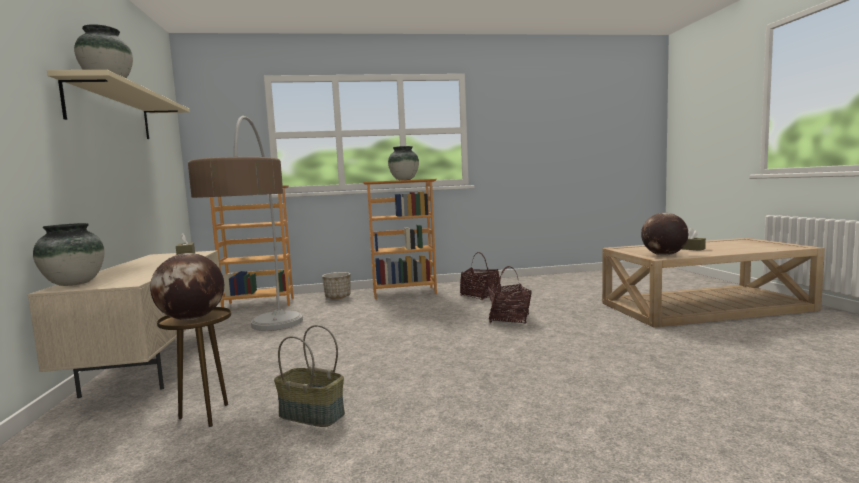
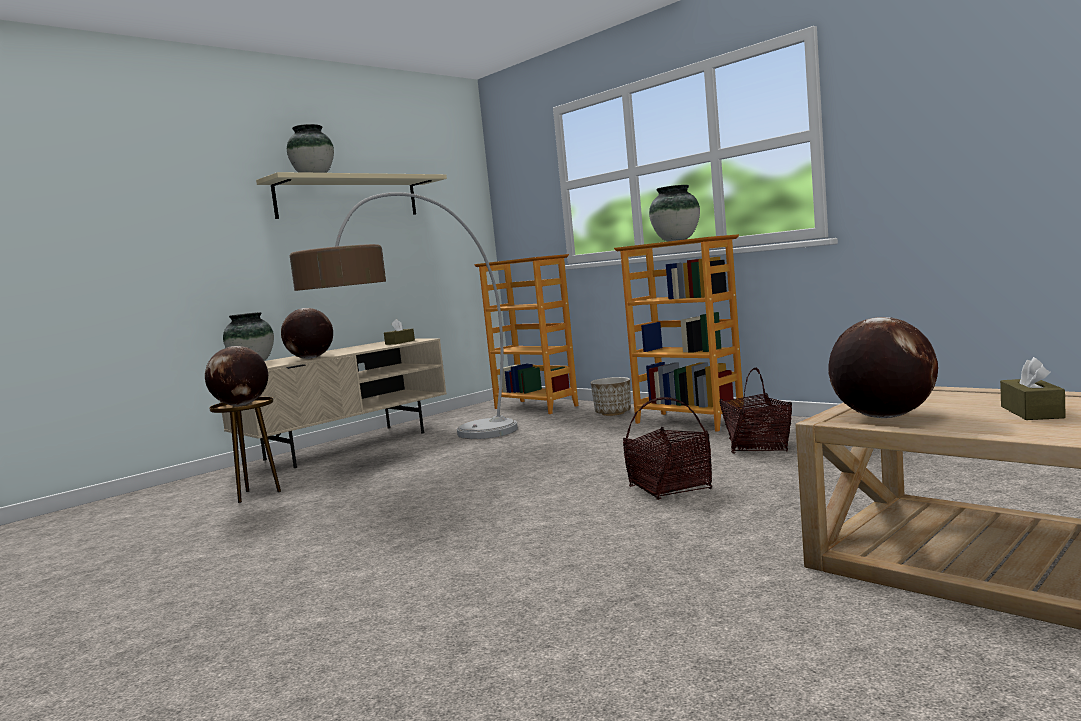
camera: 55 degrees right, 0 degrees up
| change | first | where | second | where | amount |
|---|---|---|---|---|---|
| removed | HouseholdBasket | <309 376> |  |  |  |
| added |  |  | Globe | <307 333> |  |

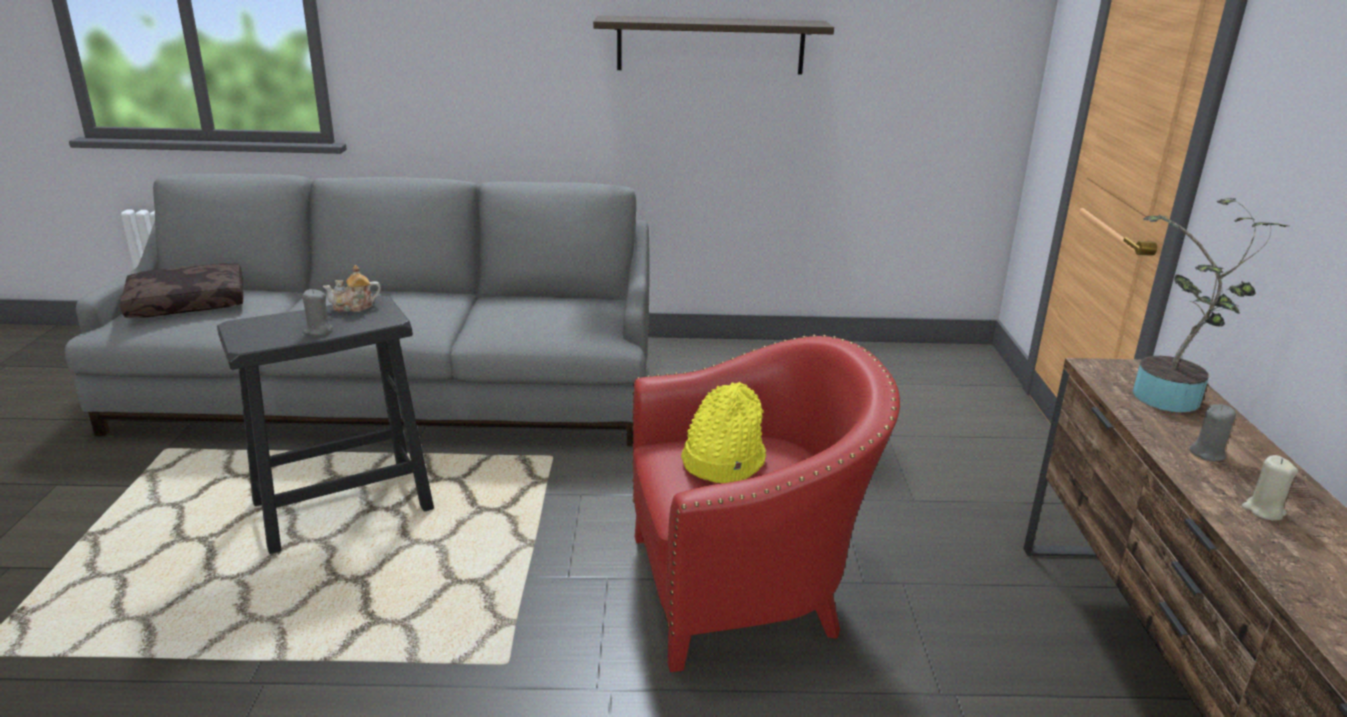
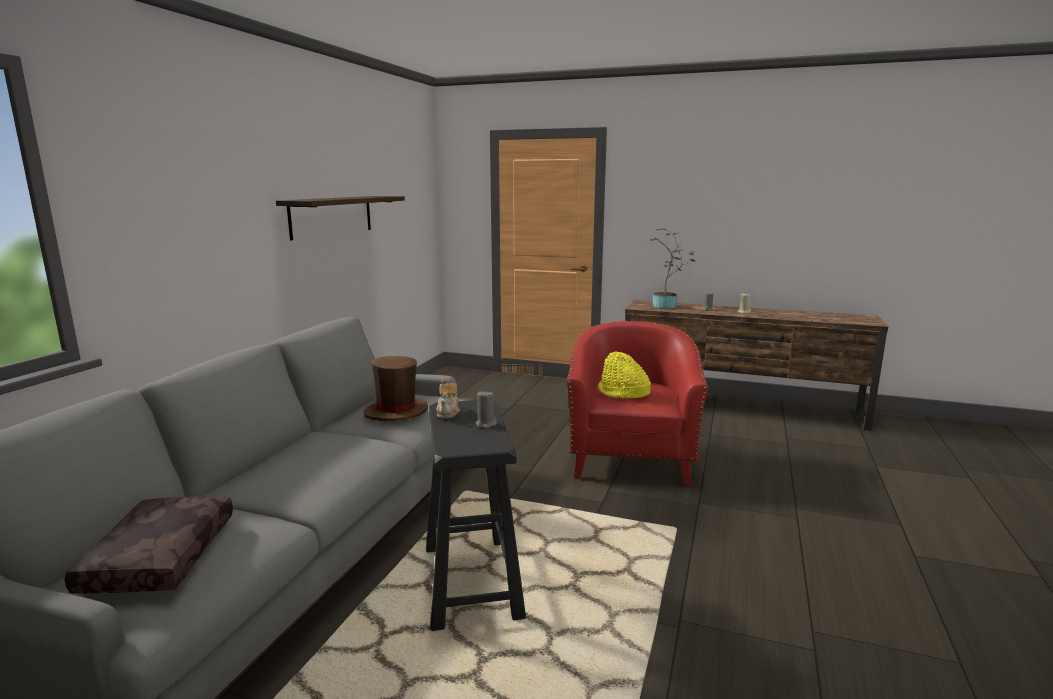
camera: 70 degrees left, 10 degrees down
| change | first | where | second | where | amount |
|---|---|---|---|---|---|
| added |  |  | BrownColouredClothingHat | <396 388> |  |

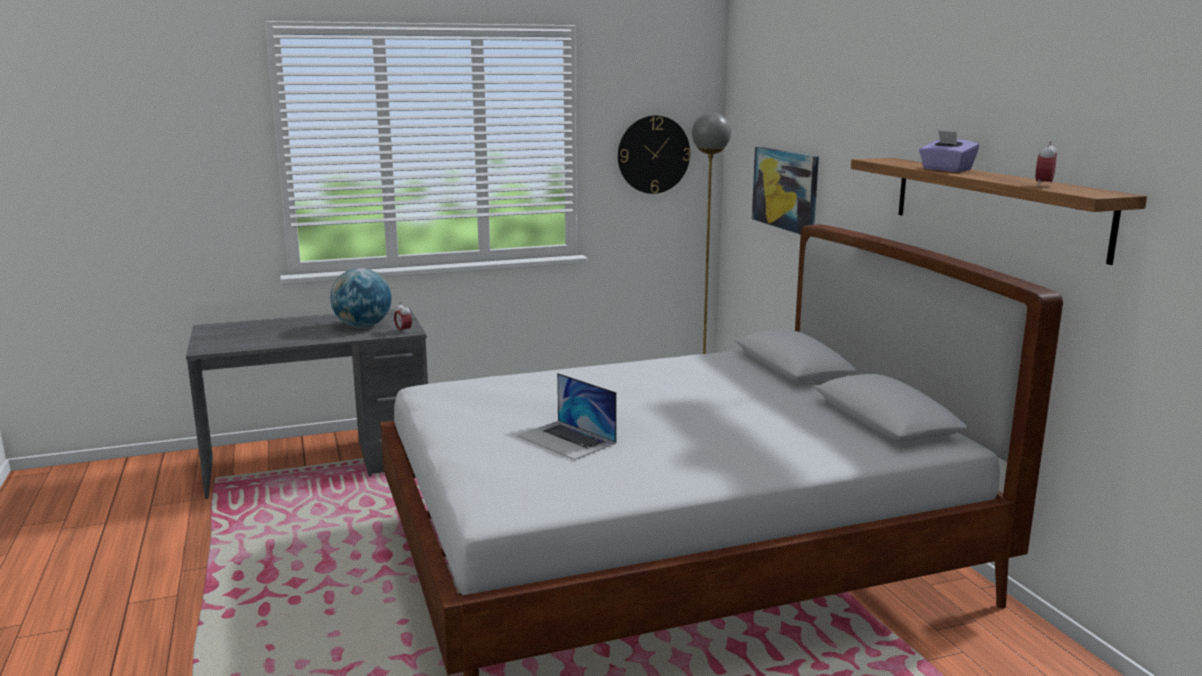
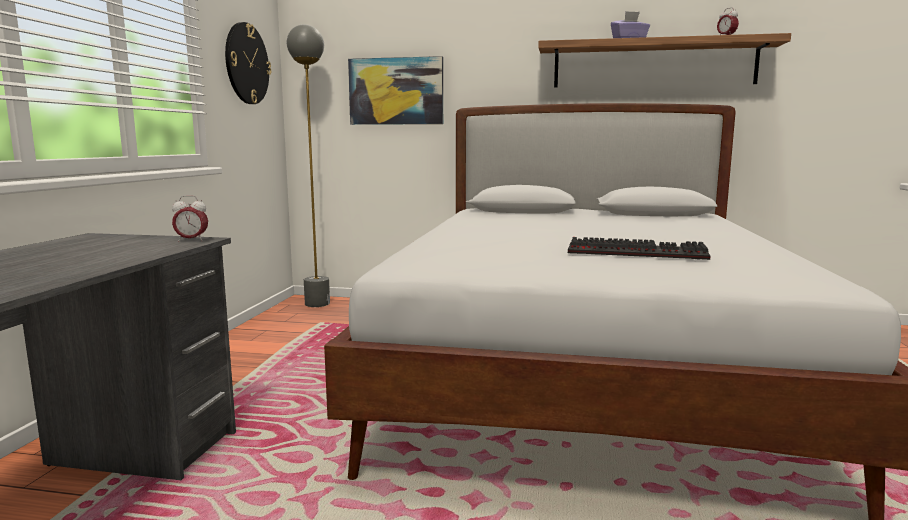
camera: 60 degrees left, 5 degrees down
| change | first | where | second | where | amount |
|---|---|---|---|---|---|
| removed | Globe | <360 298> |  |  |  |
| replaced | NotebookComputer | <567 416> | PcKeyboard | <639 248> |  |

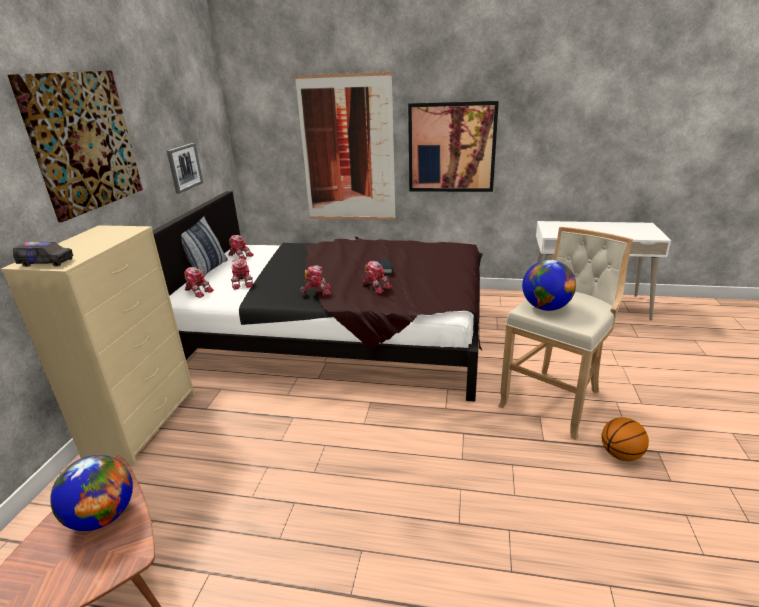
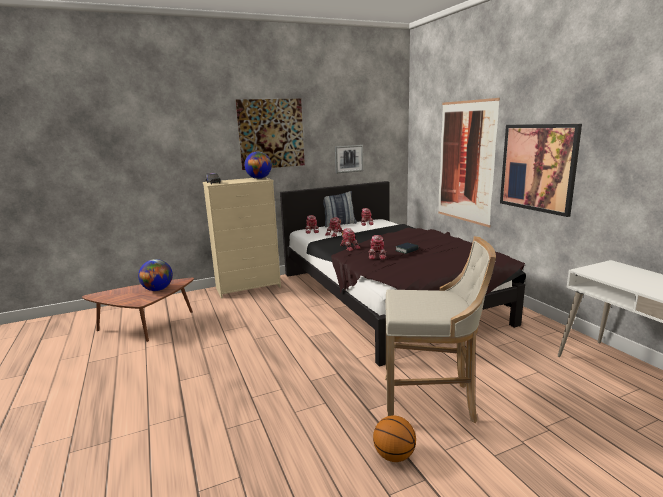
camera: 55 degrees right, 10 degrees down
| change | first | where | second | where | amount |
|---|---|---|---|---|---|
| moved | Globe | <549 285> |  | <258 165> |  |

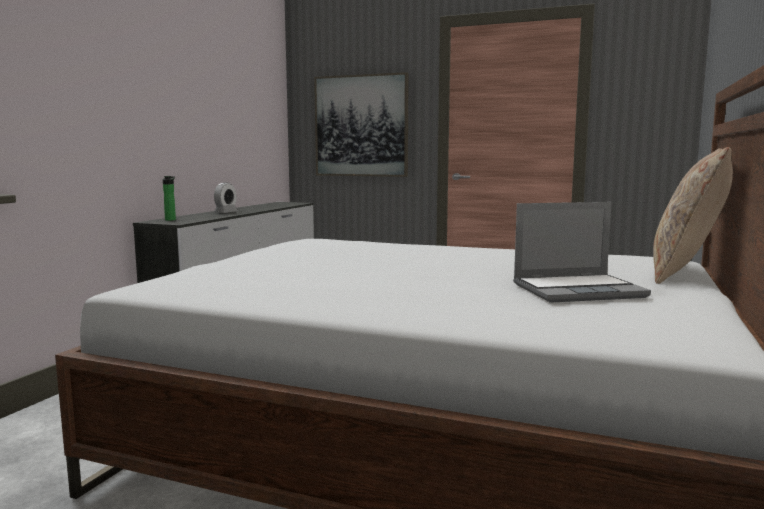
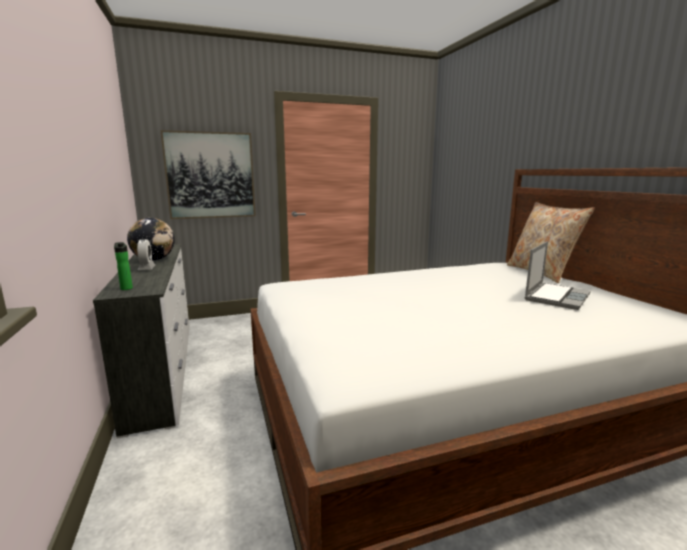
camera: 40 degrees left, 5 degrees up
| change | first | where | second | where | amount |
|---|---|---|---|---|---|
| added |  |  | Globe | <151 239> |  |

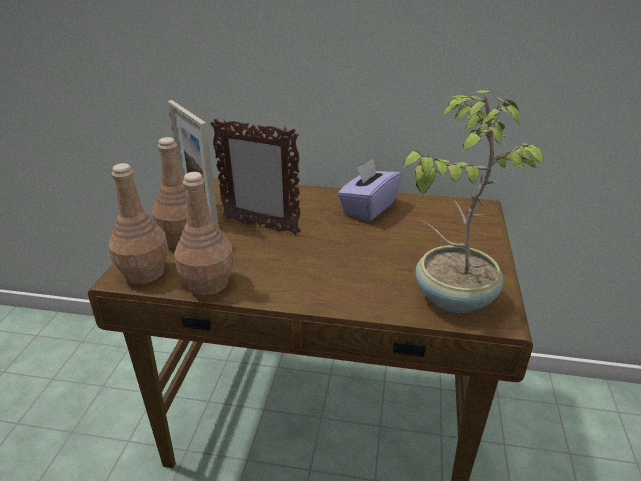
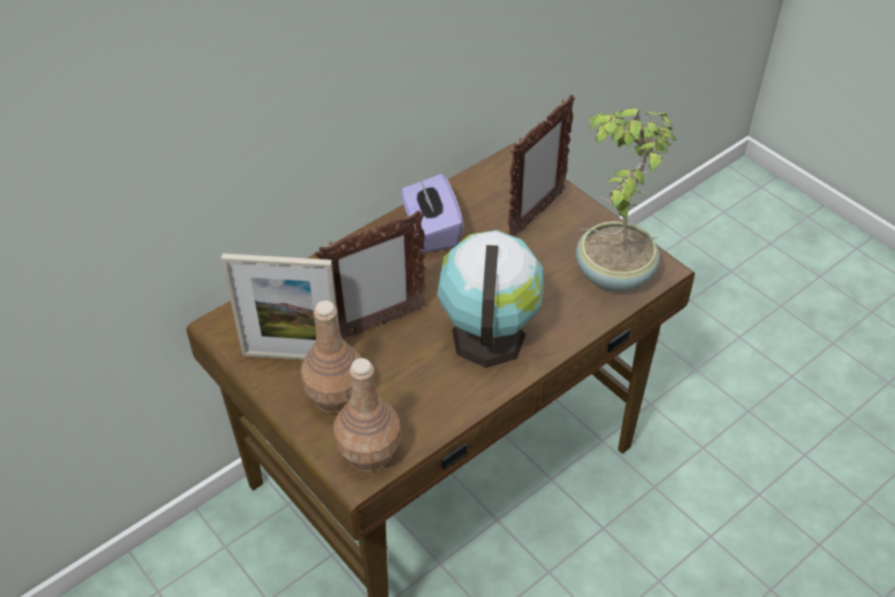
camera: 50 degrees left, 15 degrees up
| change | first | where | second | where | amount |
|---|---|---|---|---|---|
| removed | BrownColouredBeverageBottle | <204 233> |  |  |  |
| added |  |  | Globe | <490 299> |  |
| added |  |  | PhotoFrame | <541 166> |  |

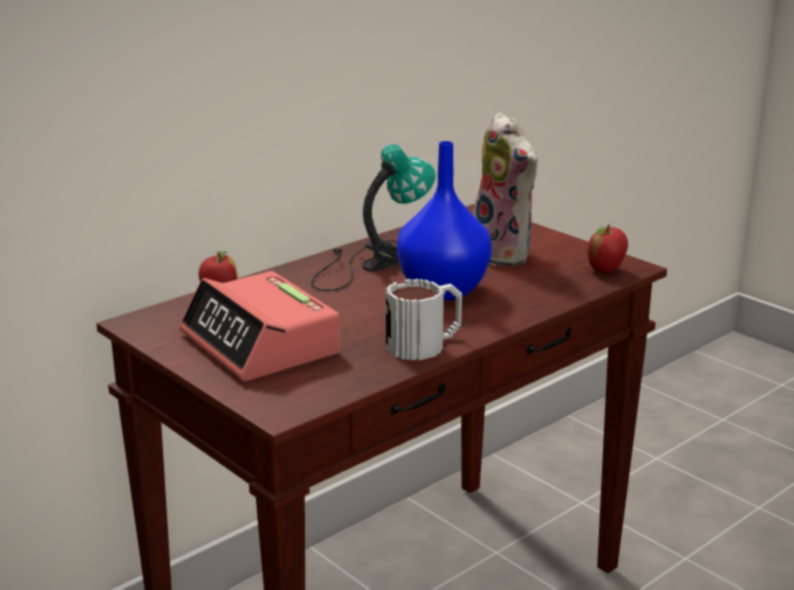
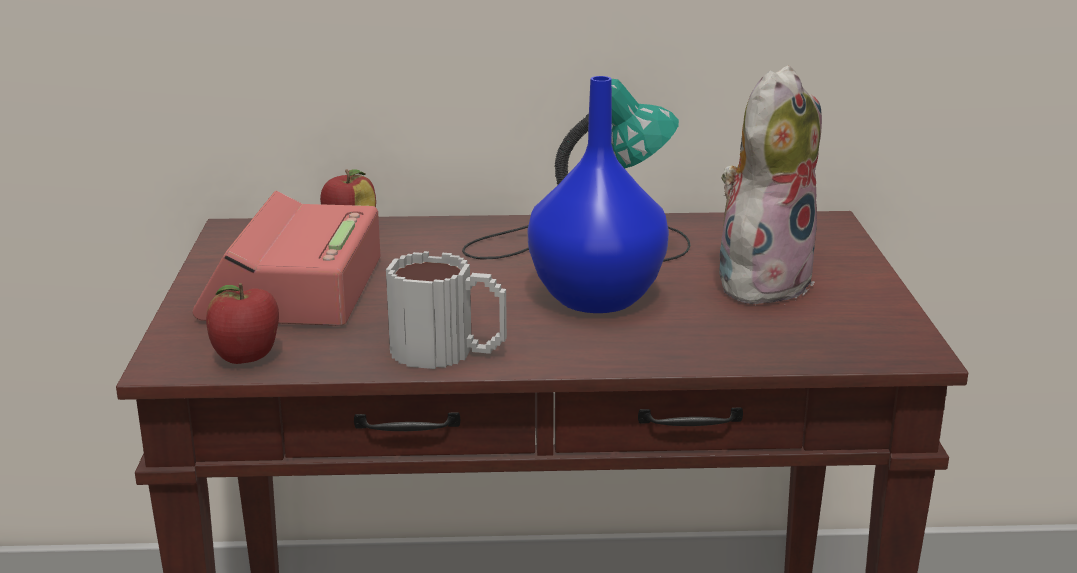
camera: 40 degrees right, 0 degrees up
| change | first | where | second | where | amount |
|---|---|---|---|---|---|
| turned | PlushToy | <504 189> |  | <770 185> | 150 degrees counterclockwise |
| moved | AppleFruit | <608 248> |  | <242 323> |  |

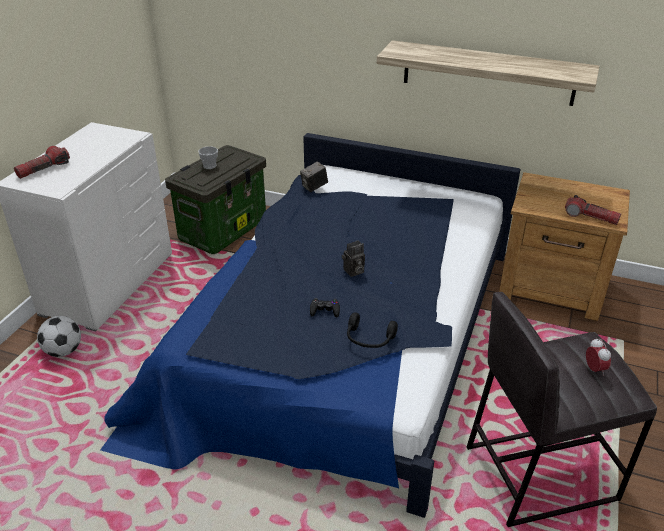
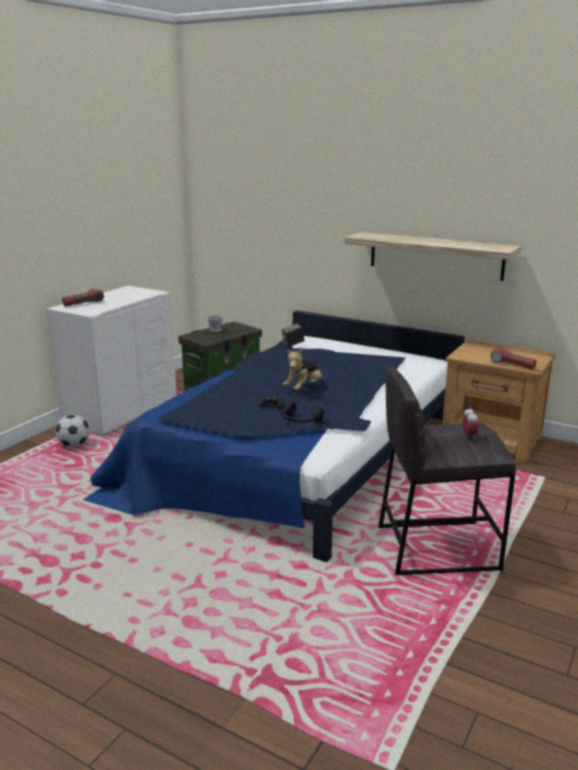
camera: 10 degrees right, 15 degrees down
| change | first | where | second | where | amount |
|---|---|---|---|---|---|
| replaced | StillCamera | <353 258> | PlushToy | <303 369> |  |

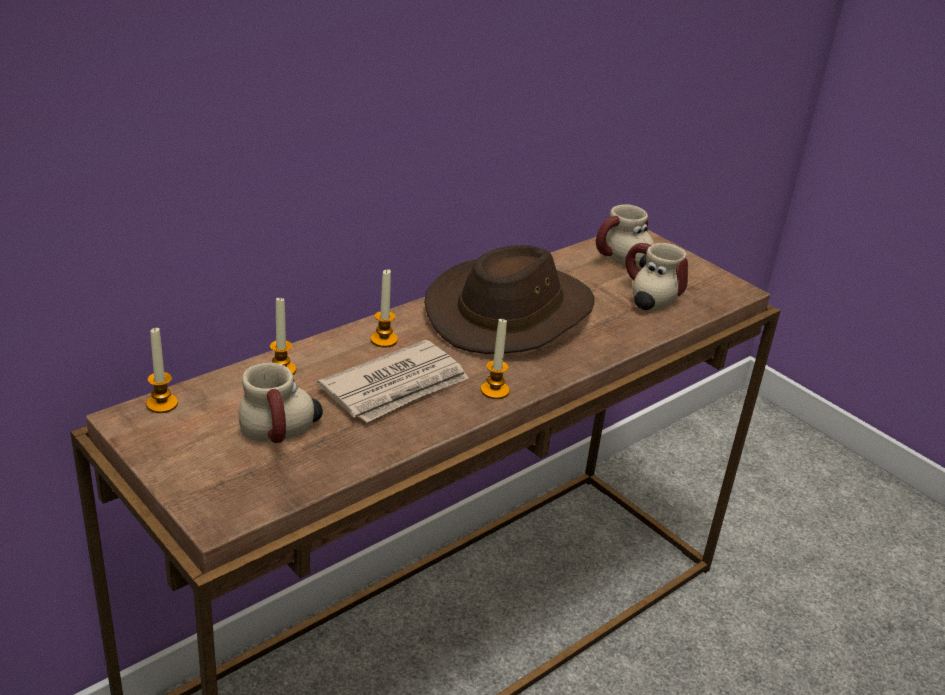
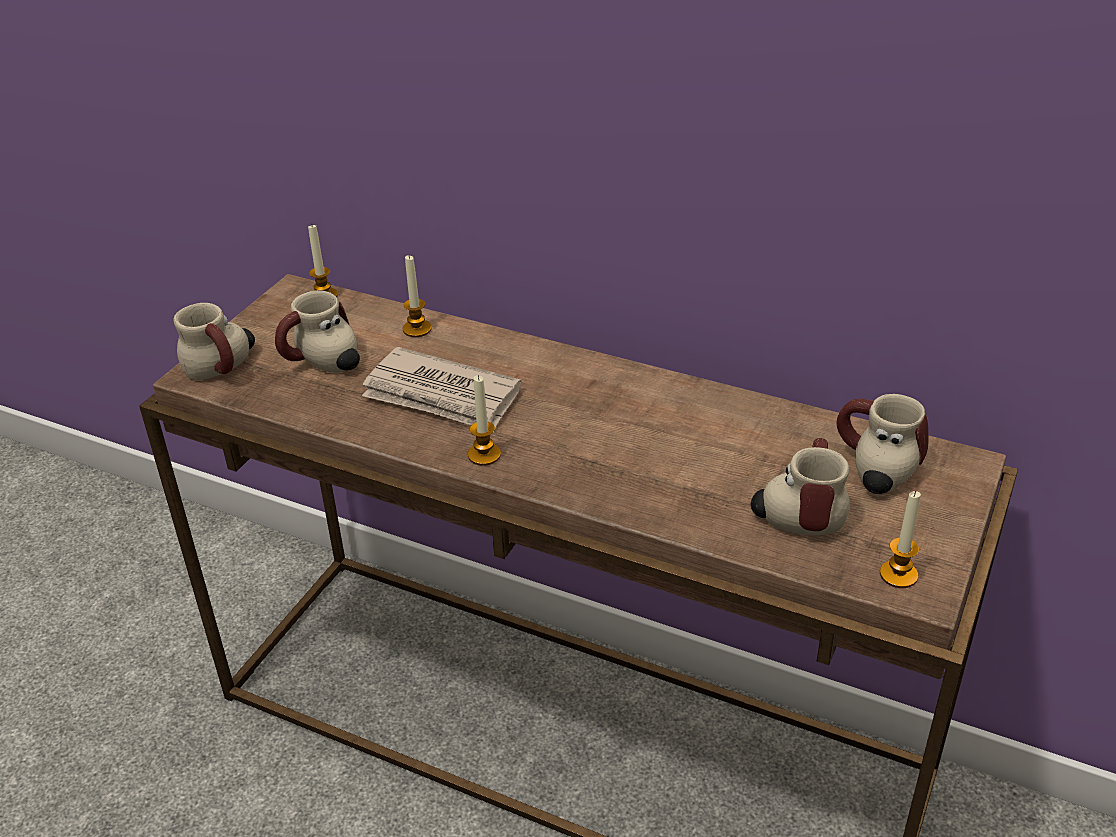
camera: 70 degrees right, 5 degrees up
| change | first | where | second | where | amount |
|---|---|---|---|---|---|
| moved | WaxCandle | <384 308> |  | <900 539> |  |
| removed | BrownColouredClothingHat | <509 299> |  |  |  |
| added |  |  | CoffeeMug | <214 341> |  |

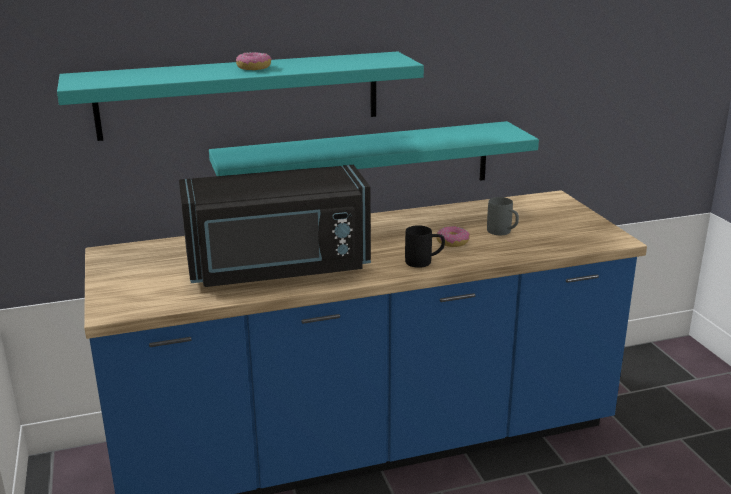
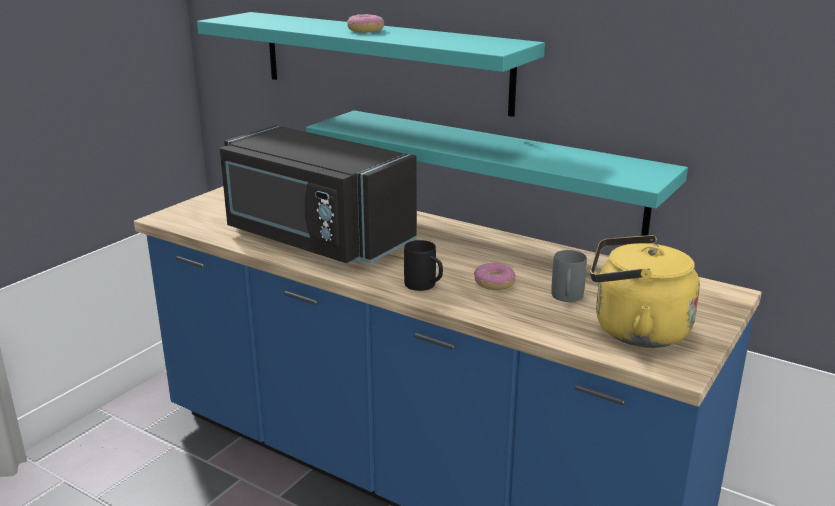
camera: 50 degrees right, 0 degrees up
| change | first | where | second | where | amount |
|---|---|---|---|---|---|
| added |  |  | YellowishKettle | <645 291> |  |

